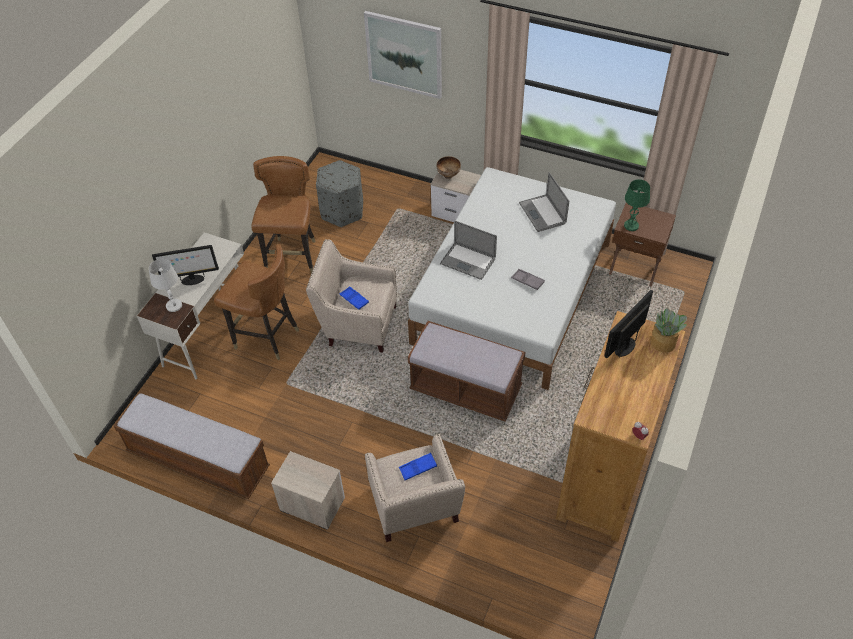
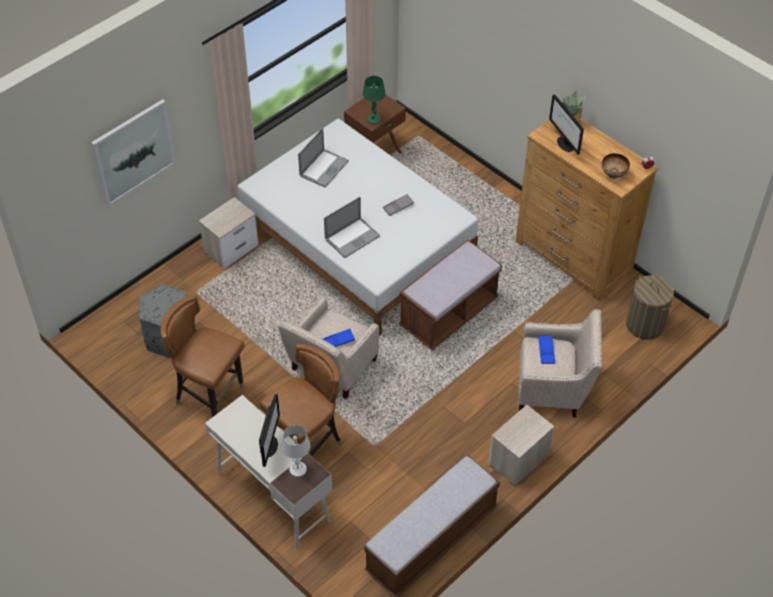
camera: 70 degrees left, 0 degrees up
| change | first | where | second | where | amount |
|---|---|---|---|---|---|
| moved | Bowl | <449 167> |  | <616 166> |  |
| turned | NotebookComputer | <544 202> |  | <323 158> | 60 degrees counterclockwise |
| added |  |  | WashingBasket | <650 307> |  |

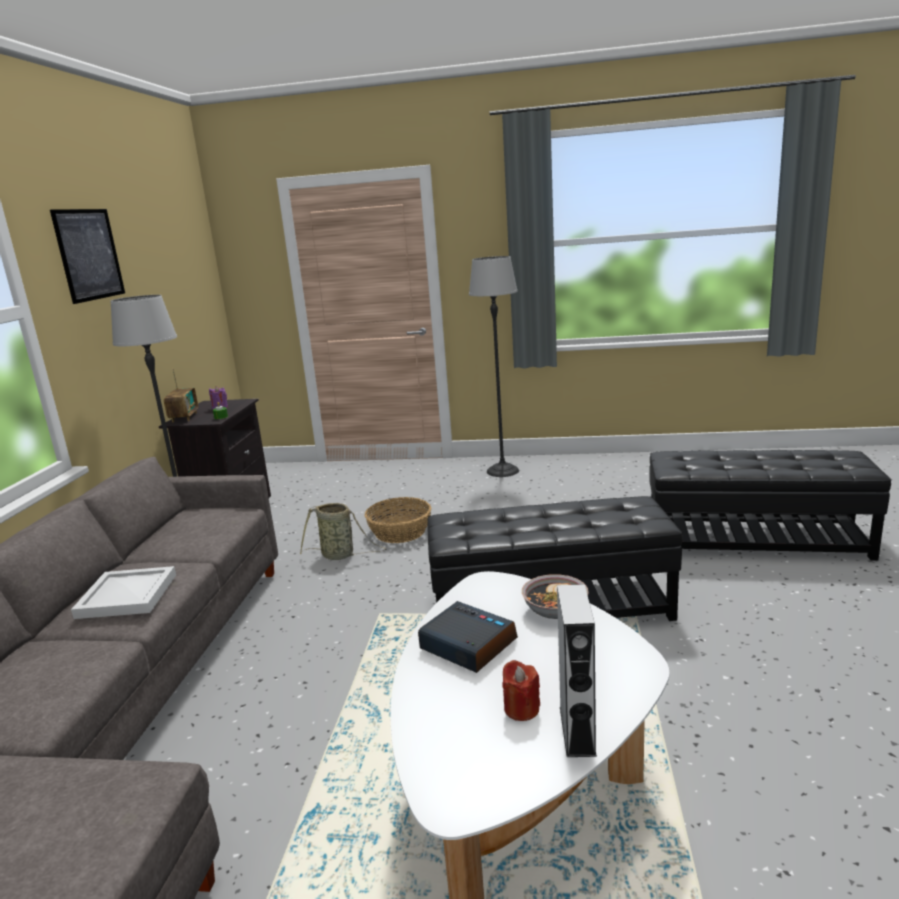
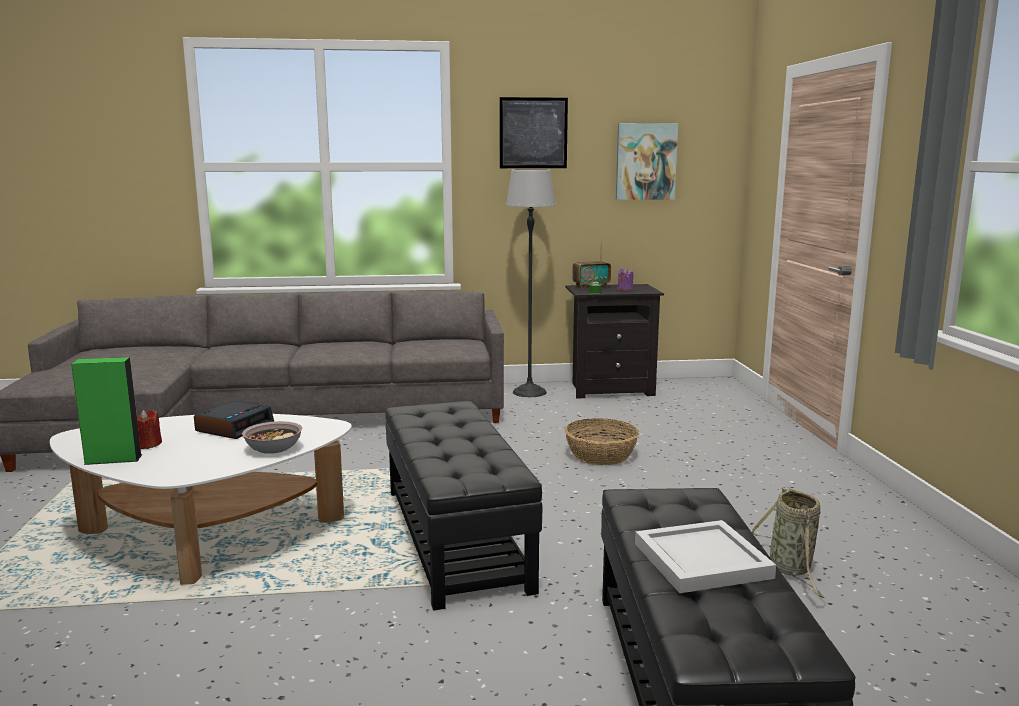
camera: 75 degrees right, 5 degrees down
| change | first | where | second | where | amount |
|---|---|---|---|---|---|
| moved | WhiteColouredTray | <123 592> |  | <705 556> |  |
| moved | HouseholdBasket | <343 531> |  | <788 542> |  |
| removed | FloorLamp | <494 366> |  |  |  |
| recoloured | GreyishSpeaker | <577 670> | GreenSpeaker | <107 411> |  |
| added |  |  | WallPicture | <647 161> |  |

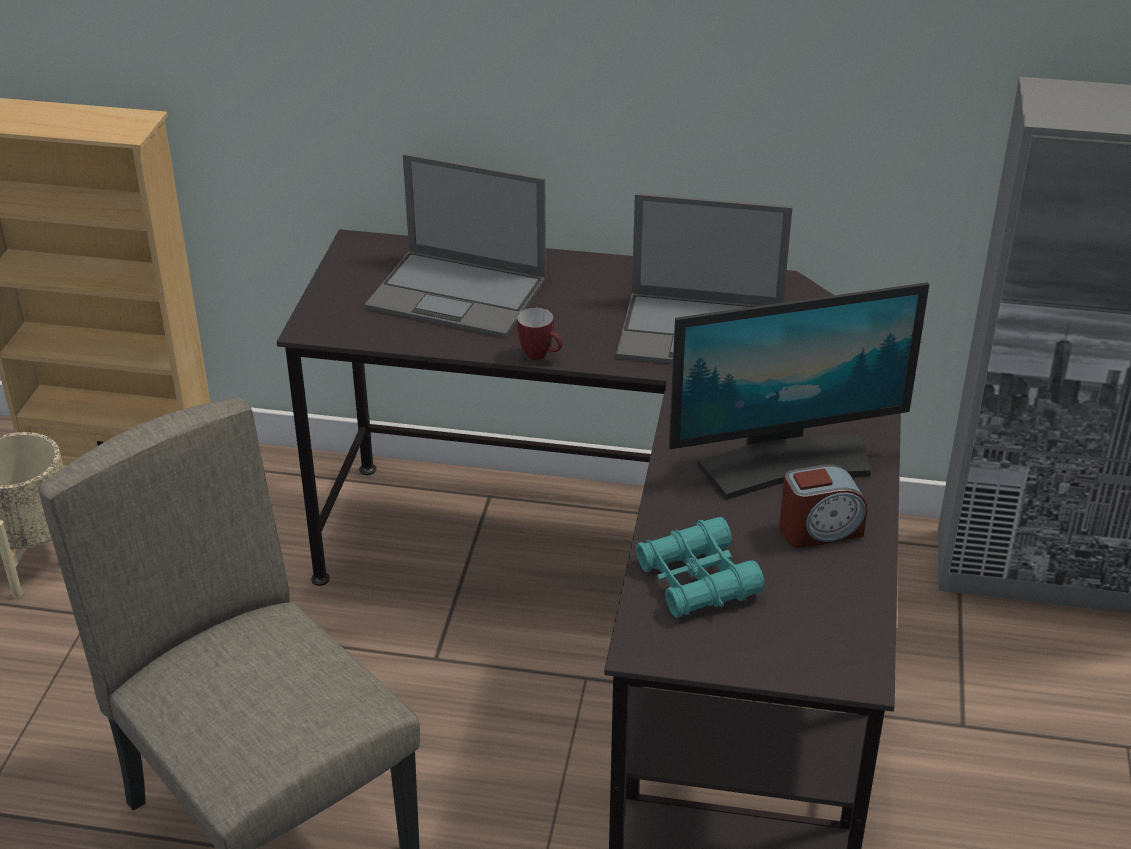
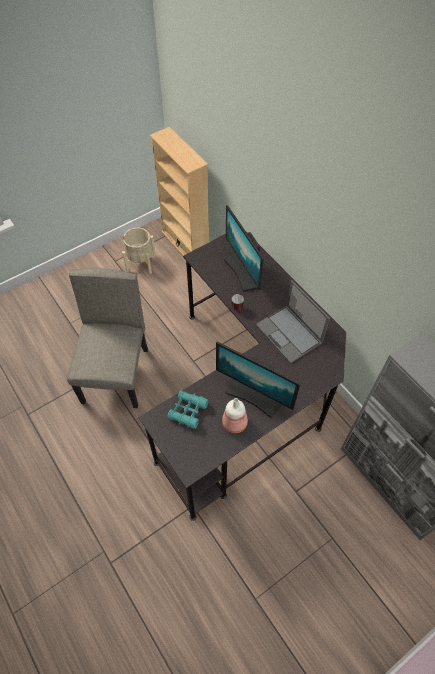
camera: 45 degrees right, 20 degrees up
| change | first | where | second | where | amount |
|---|---|---|---|---|---|
| replaced | NotebookComputer | <455 245> | Monitor | <244 248> |  |
| replaced | TableClock | <823 506> | BeverageBottle | <235 415> |  |

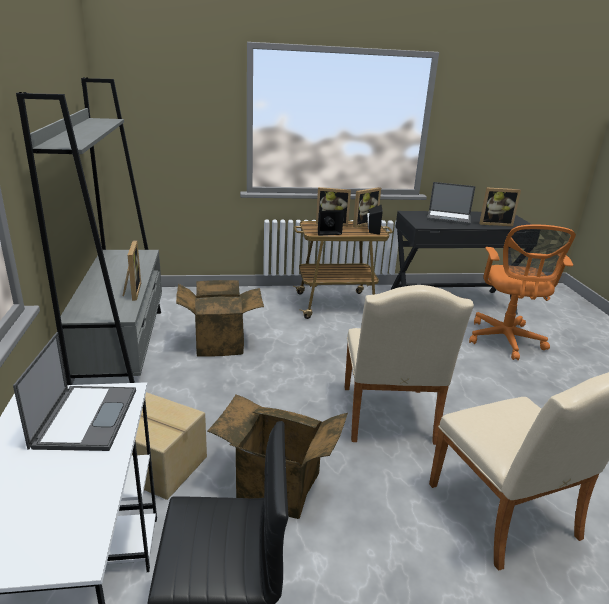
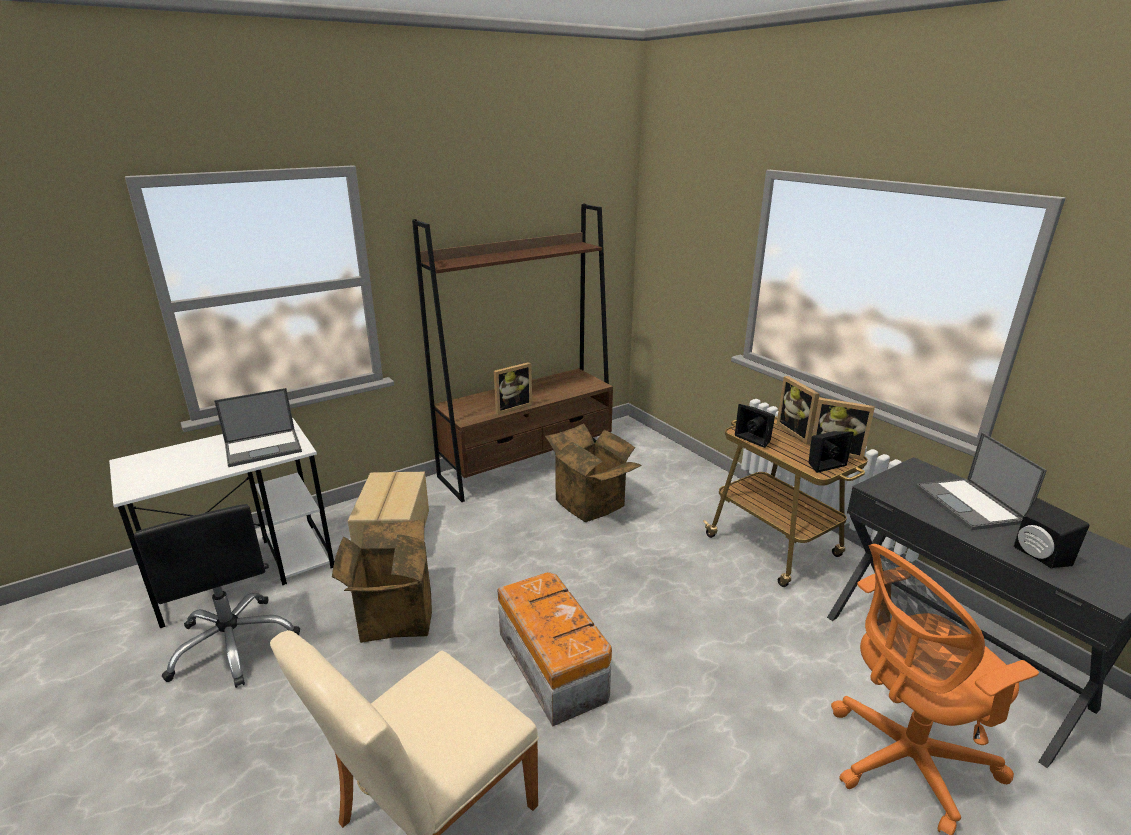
camera: 65 degrees right, 0 degrees up
| change | first | where | second | where | amount |
|---|---|---|---|---|---|
| recoloured | GreyishBookshelf | <89 231> | BrownColouredBookshelf | <512 352> |  |
| replaced | SandColouredPlainChair | <409 365> | StorageBox | <555 649> |  |
| replaced | PhotoFrame | <500 206> | BlackColouredSpeaker | <1051 533> |  |

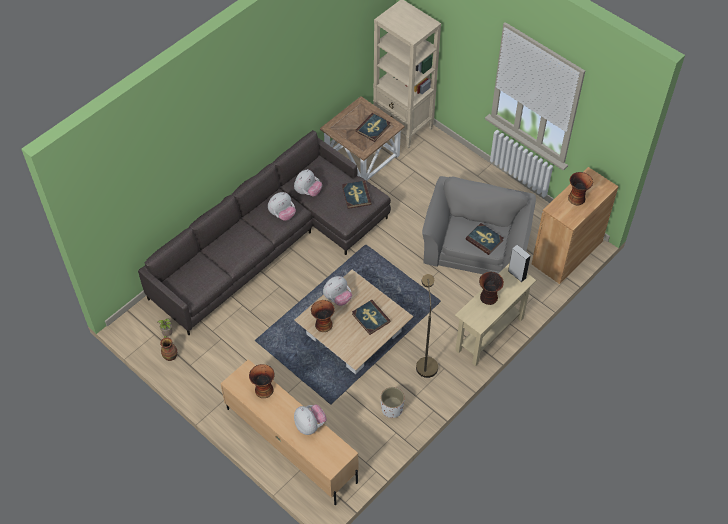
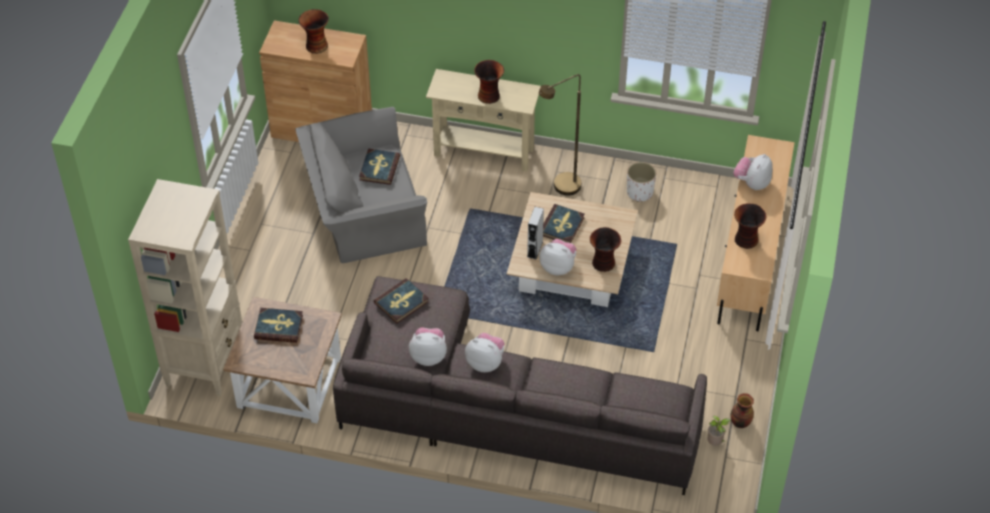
camera: 120 degrees left, 5 degrees down
| change | first | where | second | where | amount |
|---|---|---|---|---|---|
| moved | GreyishSpeaker | <519 263> |  | <535 233> |  |

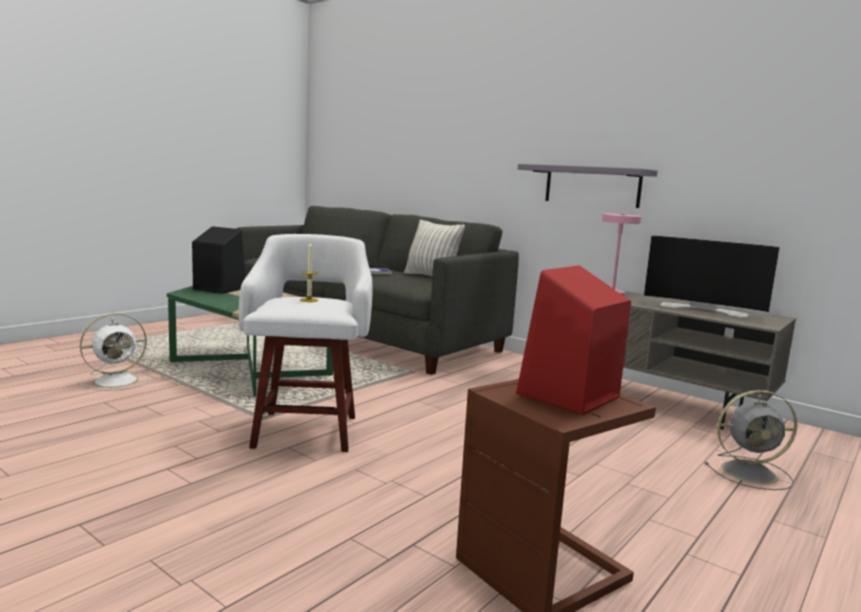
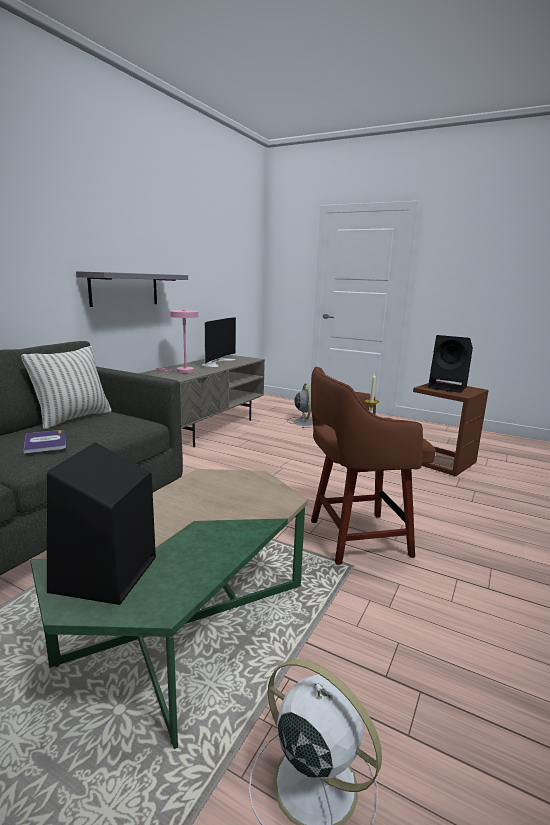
camera: 100 degrees left, 5 degrees up
| change | first | where | second | where | amount |
|---|---|---|---|---|---|
| recoloured | WhiteColouredSittingStool | <306 343> | BrownColouredSittingStool | <373 466> |  |
| recoloured | RedColouredSpeaker | <573 340> | BlackColouredSpeaker | <450 364> |  |

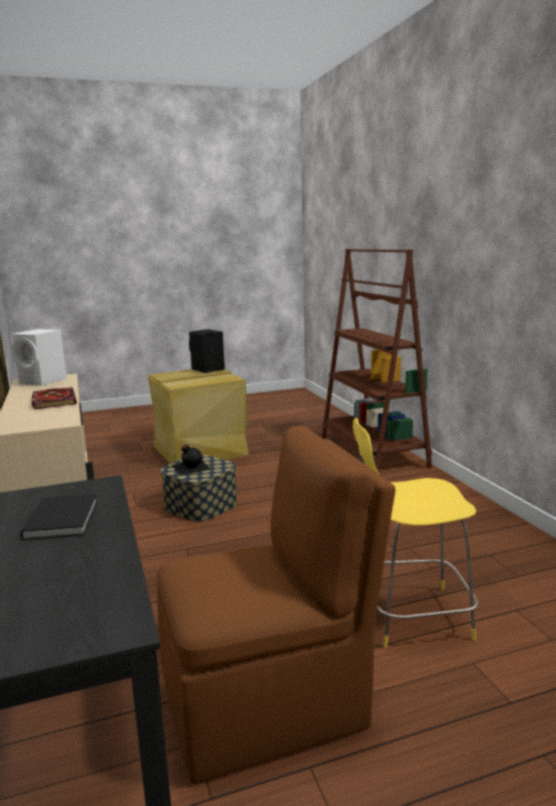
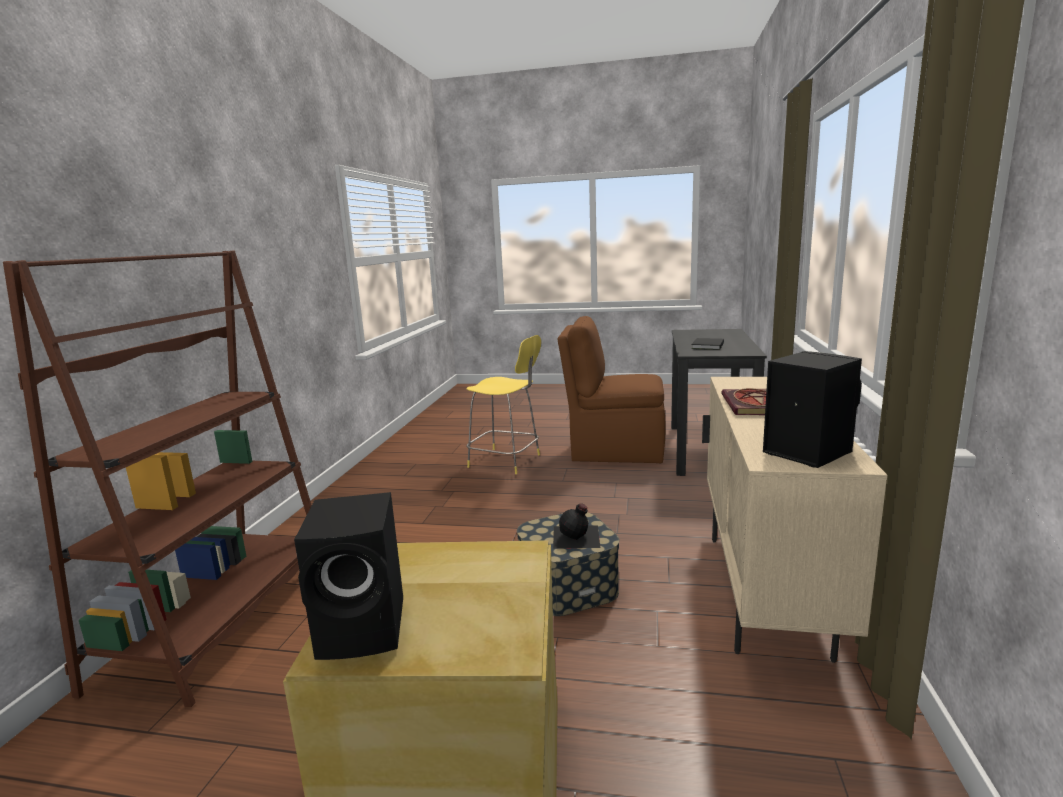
camera: 150 degrees left, 0 degrees up
| change | first | where | second | where | amount |
|---|---|---|---|---|---|
| recoloured | WhiteColouredSpeaker | <39 357> | BlackColouredSpeaker | <812 409> |  |

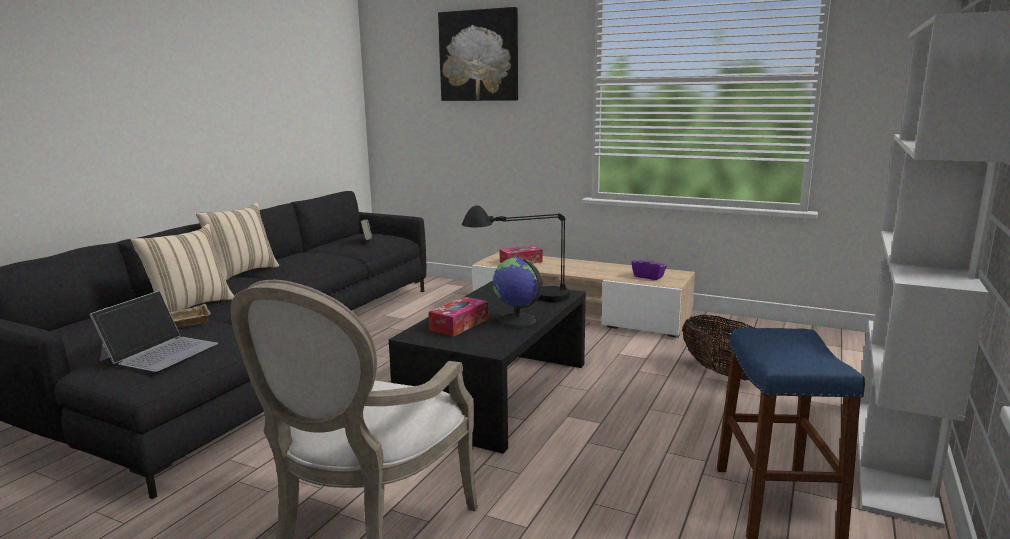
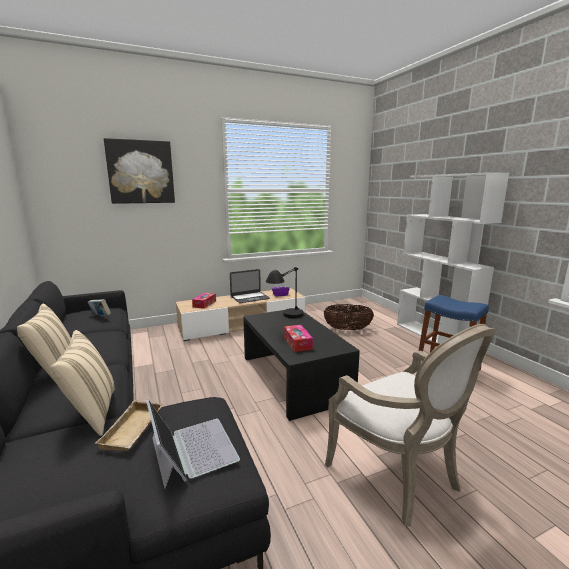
camera: 50 degrees left, 0 degrees up
| change | first | where | second | where | amount |
|---|---|---|---|---|---|
| removed | Globe | <518 292> |  |  |  |
| added |  |  | NotebookComputer | <250 286> |  |

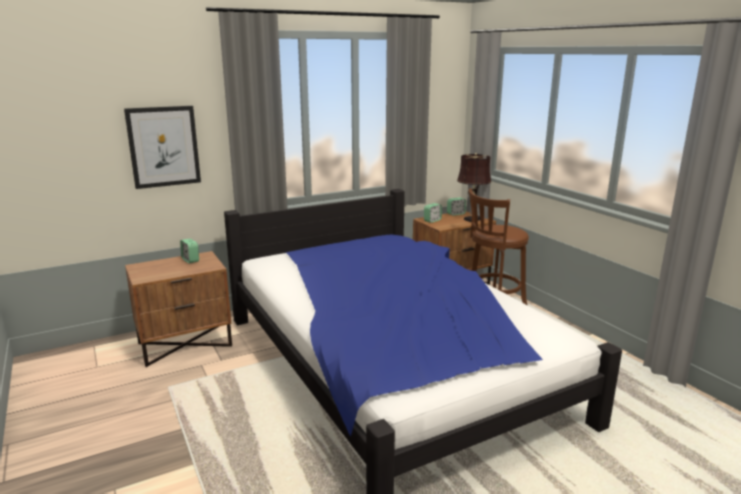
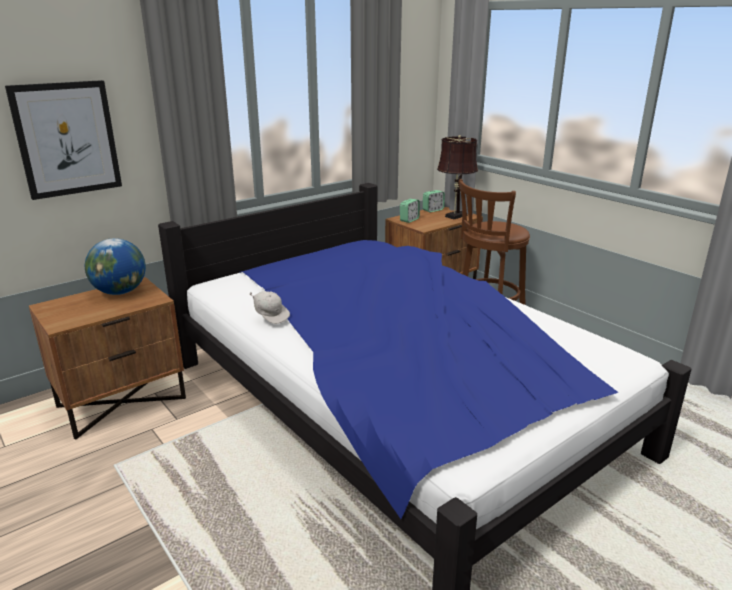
camera: 10 degrees left, 5 degrees up
| change | first | where | second | where | amount |
|---|---|---|---|---|---|
| replaced | TableClock | <189 250> | Globe | <115 266> |  |
| added |  |  | WhiteColouredPeakedCap | <270 307> |  |

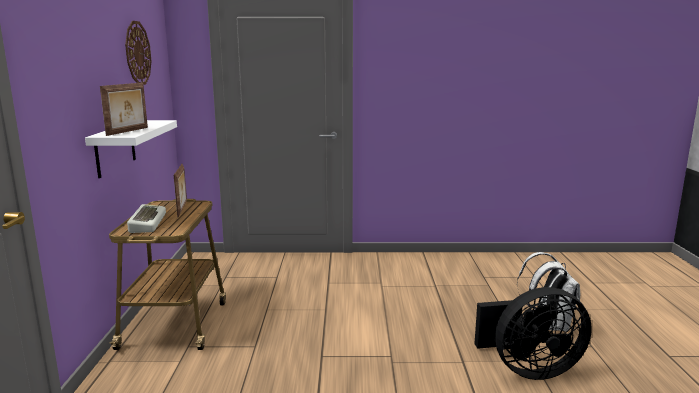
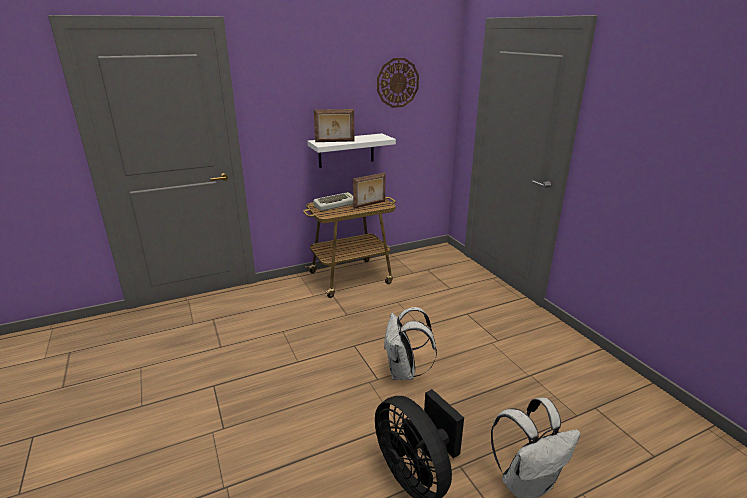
camera: 65 degrees right, 10 degrees up
| change | first | where | second | where | amount |
|---|---|---|---|---|---|
| added |  |  | WhiteColouredRucksack | <410 343> |  |

